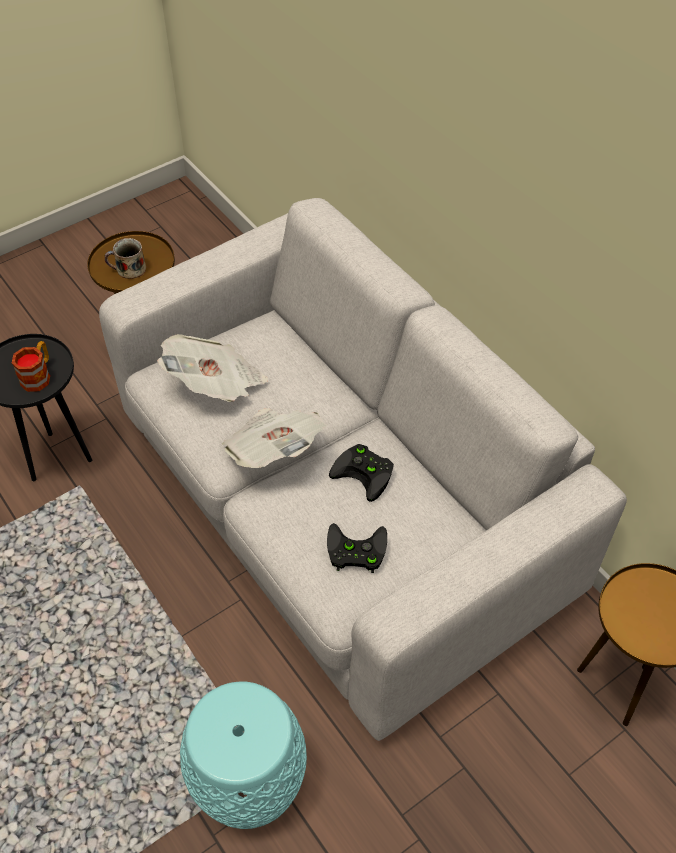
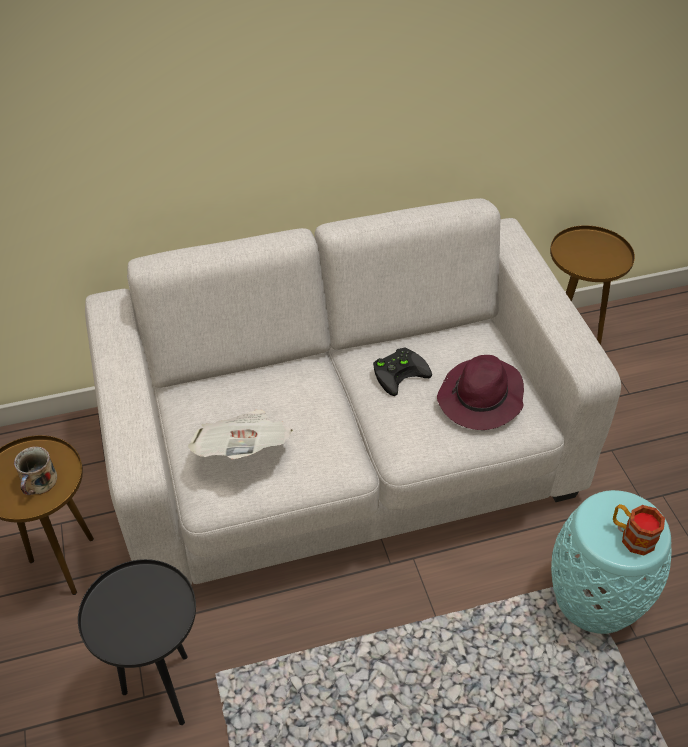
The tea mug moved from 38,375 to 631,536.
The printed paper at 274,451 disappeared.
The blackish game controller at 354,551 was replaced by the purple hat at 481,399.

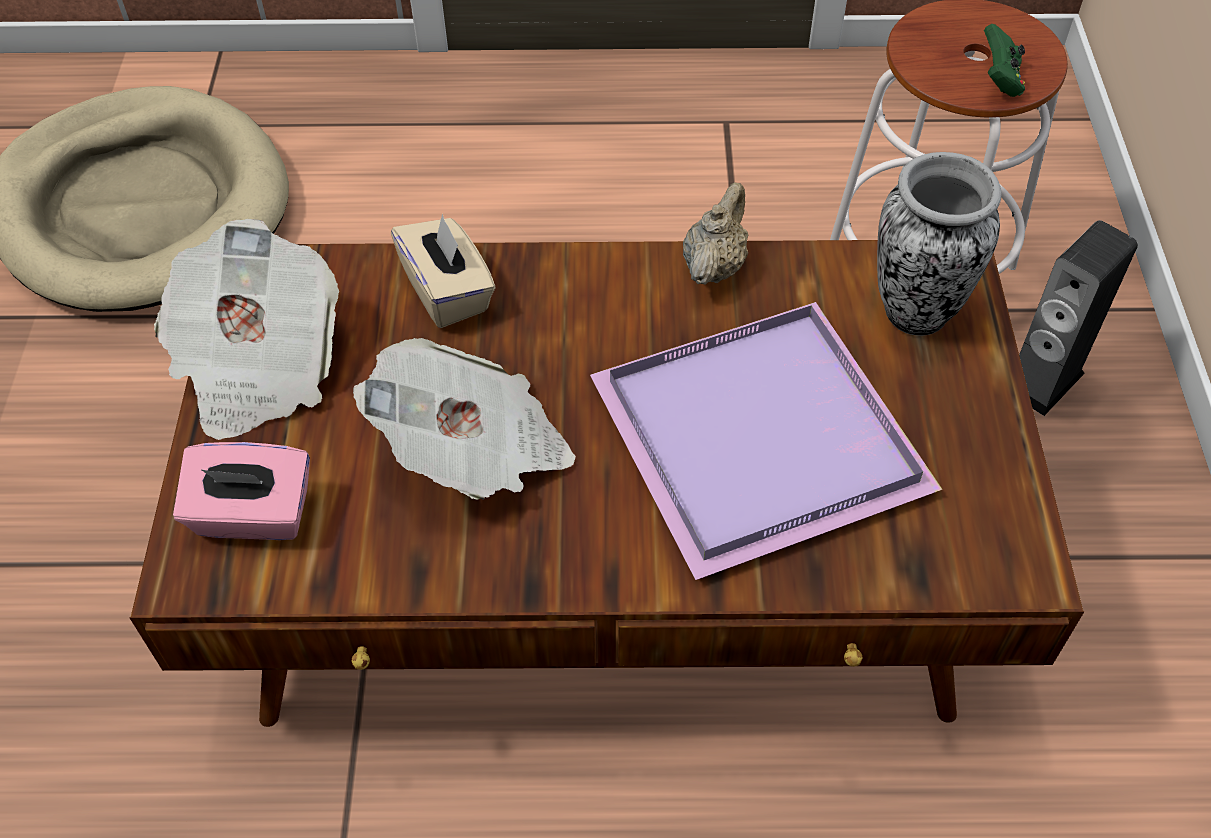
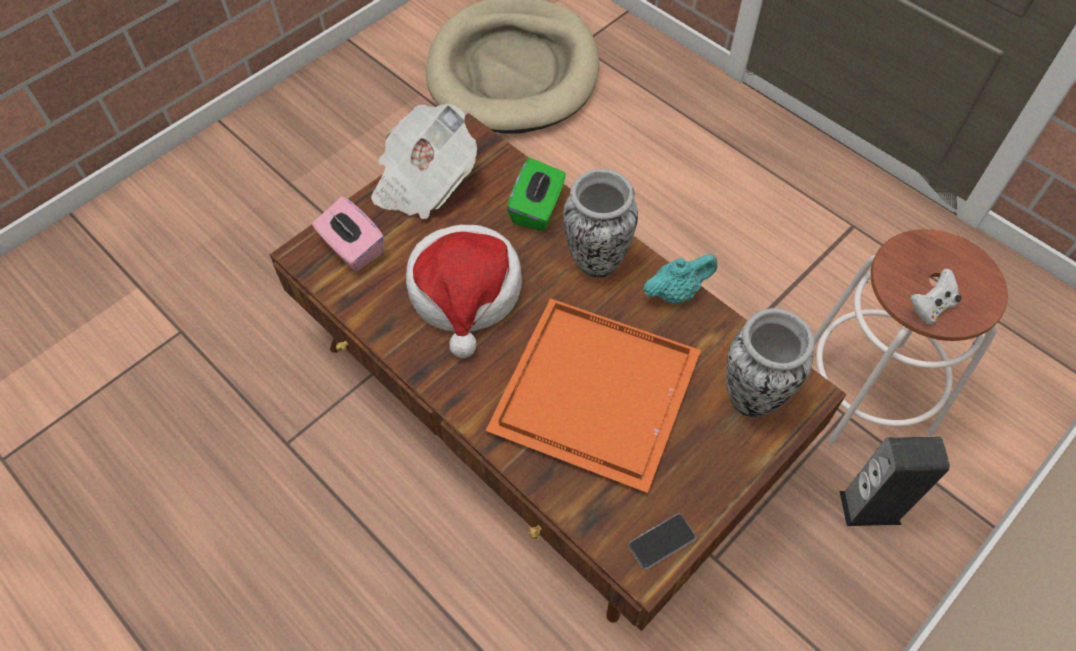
The printed paper at 474,451 was replaced by the hat at 465,293.
The beige tissue holder at 448,292 became the green-coloured tissue holder at 537,209.
The purple serving tray at 766,440 became the orangey serving tray at 597,397.
The beige teapot at 714,266 became the turquoise teapot at 676,292.
The green-coloured game controller at 999,80 became the white game controller at 930,307.
The flower vase at 597,261 appeared.
The telephone at 661,541 appeared.

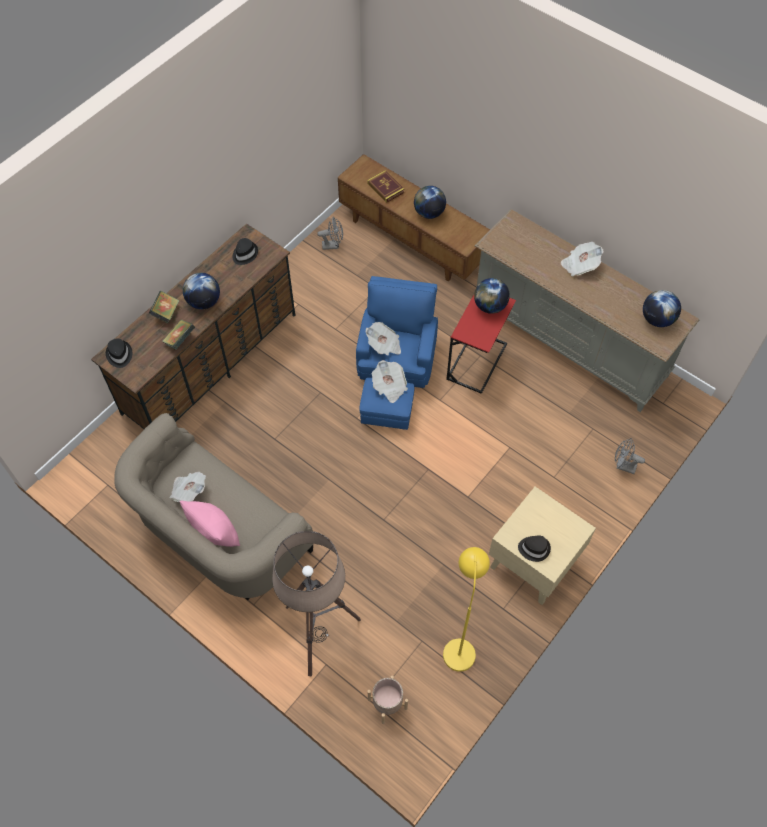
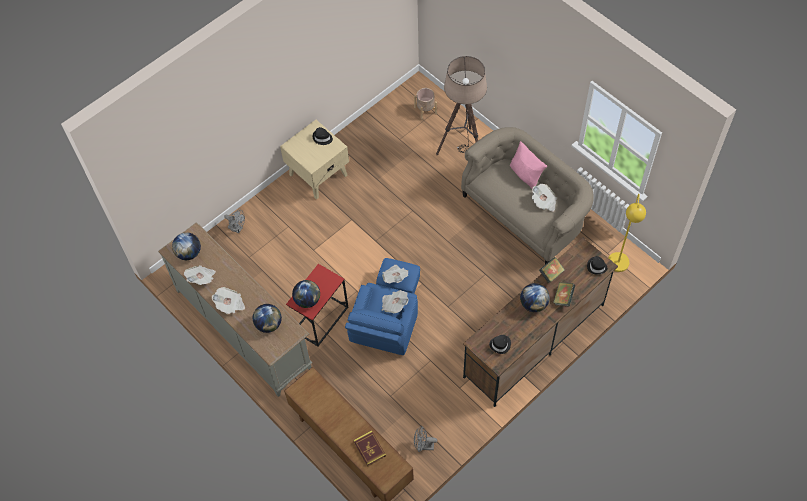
The globe moved from 429,213 to 269,324.
The yellow floor lamp moved from 459,645 to 617,268.
The printed paper at 202,278 appeared.

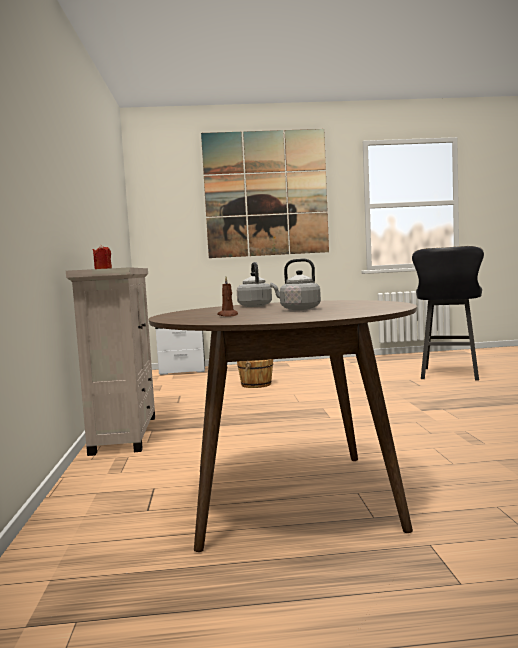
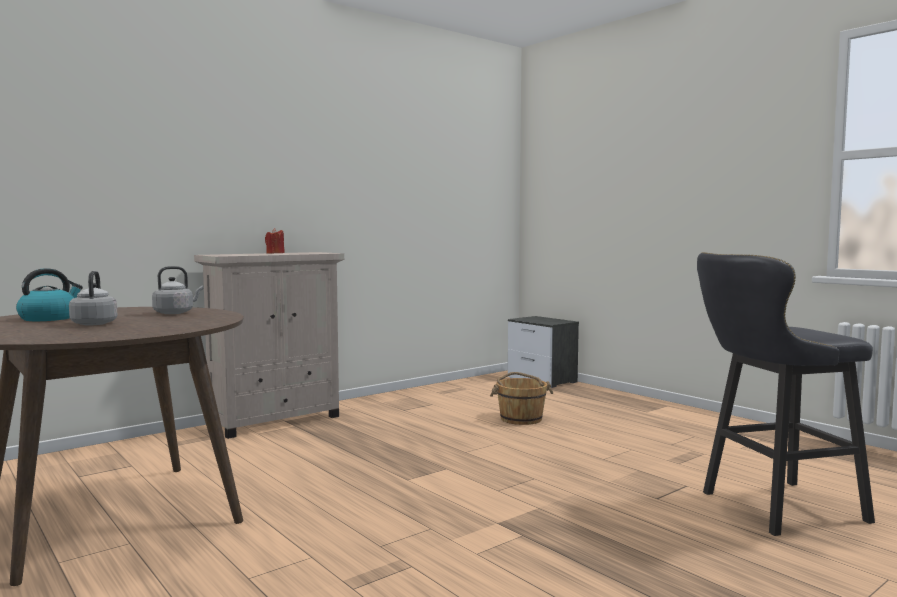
The wall art at 266,193 disappeared.
The brown-coloured candle at 228,315 was replaced by the tea kettle at 49,318.

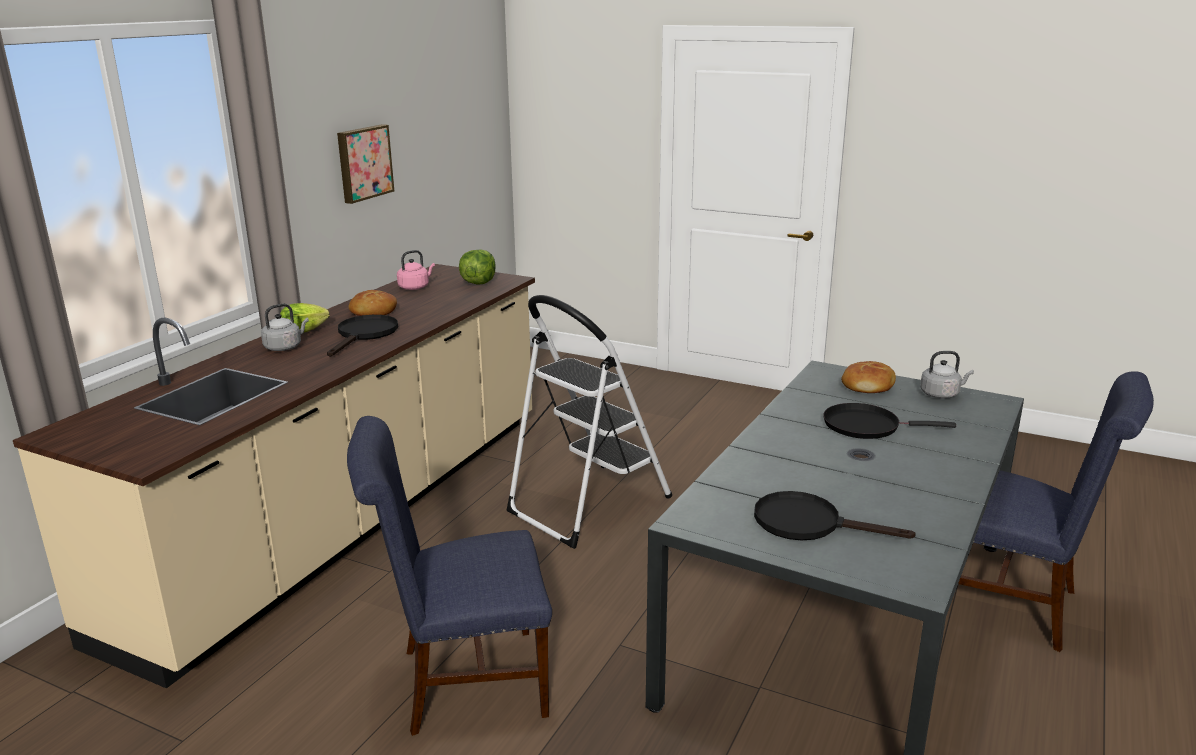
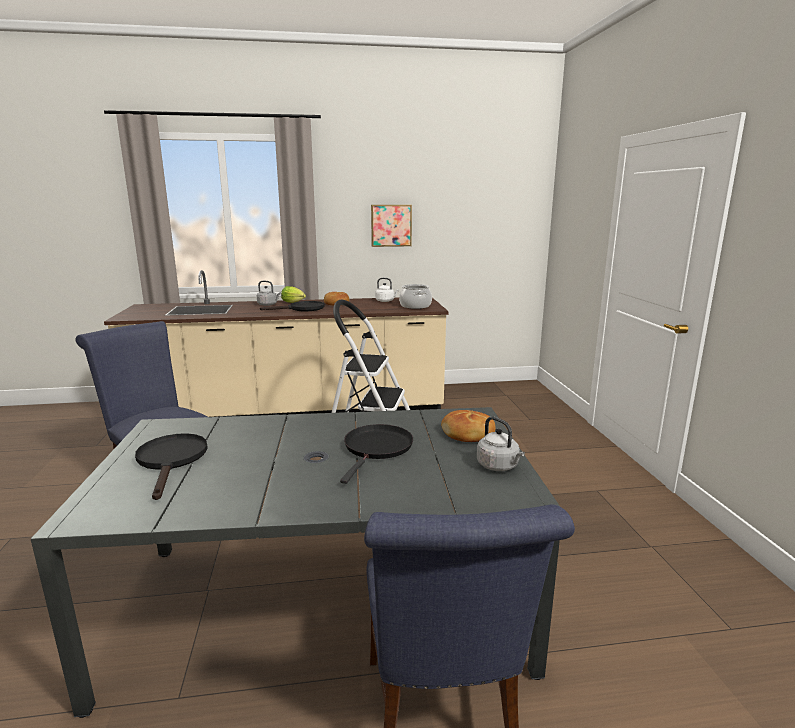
The pink tea kettle at 415,287 became the white tea kettle at 386,301.
The lettuce head at 478,283 was replaced by the stockpot at 415,306.
The blackish frying pan at 866,426 turned 45 degrees clockwise.

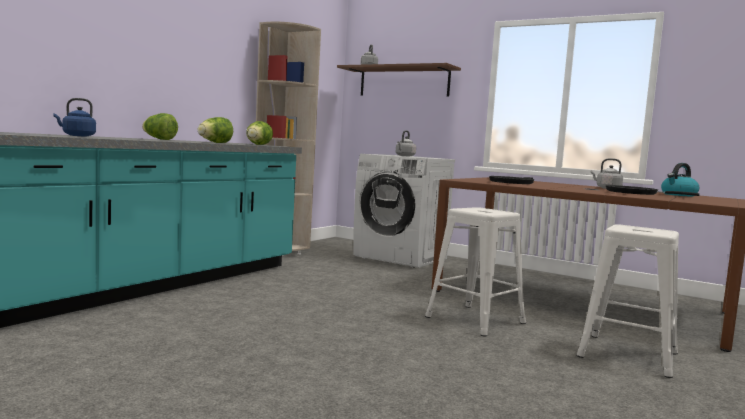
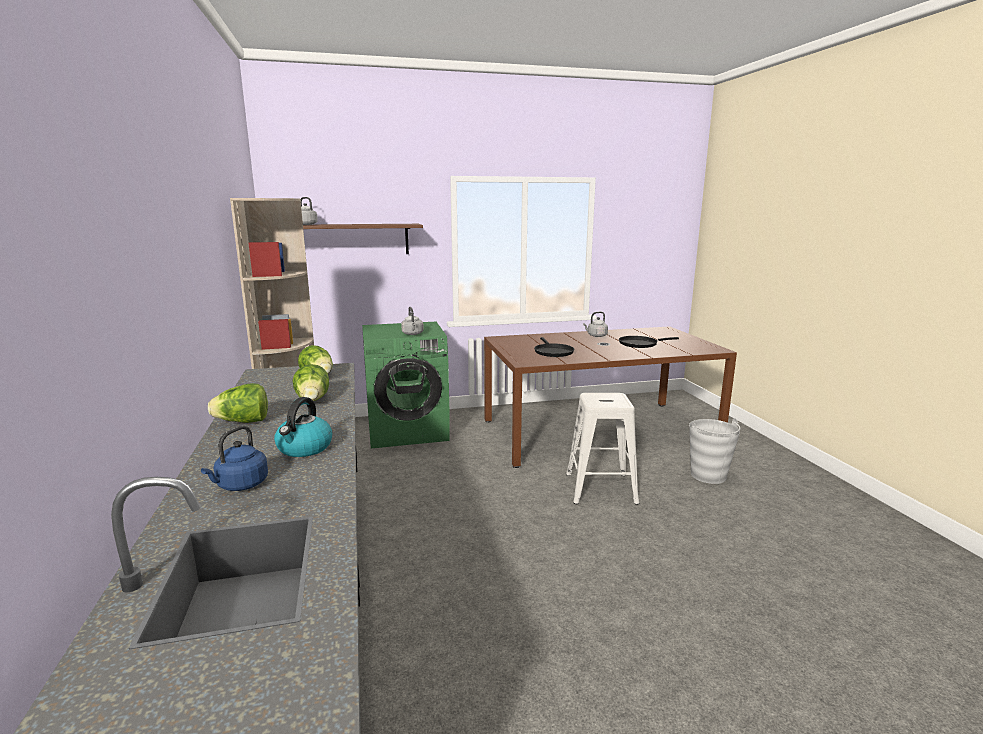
The white laundry machine at 400,259 became the green-coloured laundry machine at 408,434.
The white stool seat at 627,355 was replaced by the greyish pail at 708,476.
The tea kettle moved from 678,195 to 304,448.

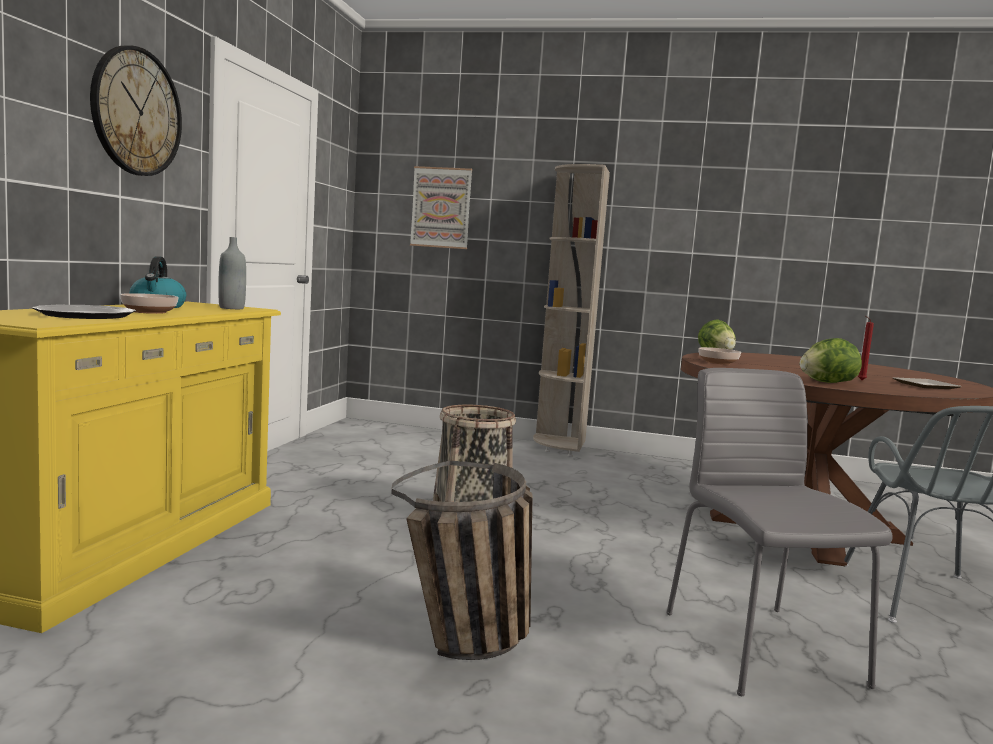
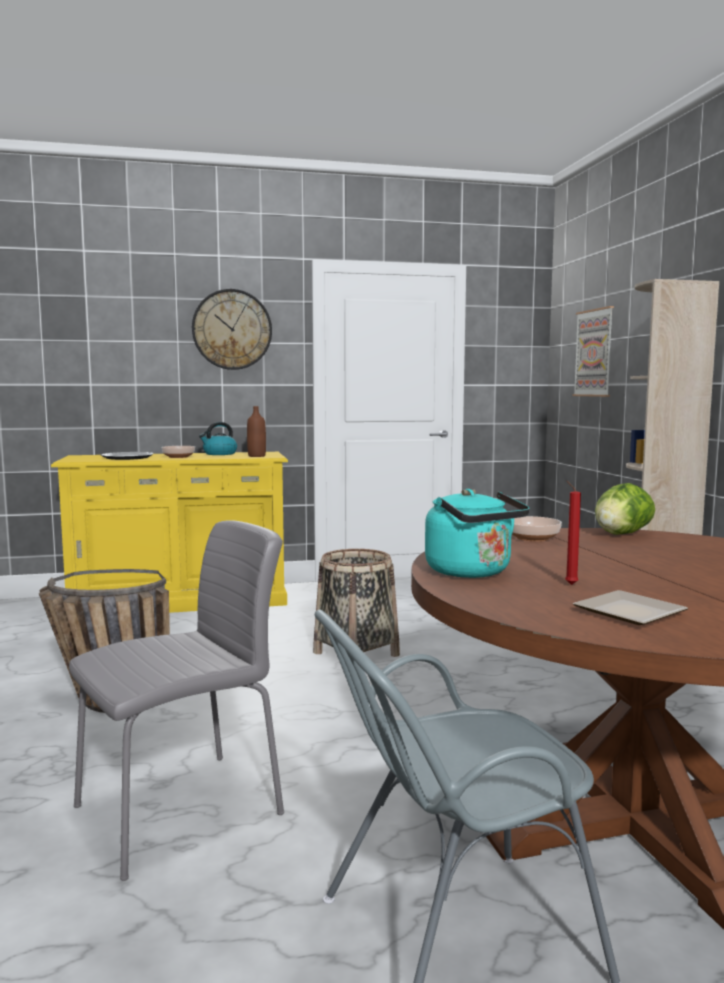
The greyish drink bottle at 231,308 became the brown-coloured drink bottle at 256,456.
The lettuce head at 827,382 was replaced by the turquoise tea kettle at 472,572.

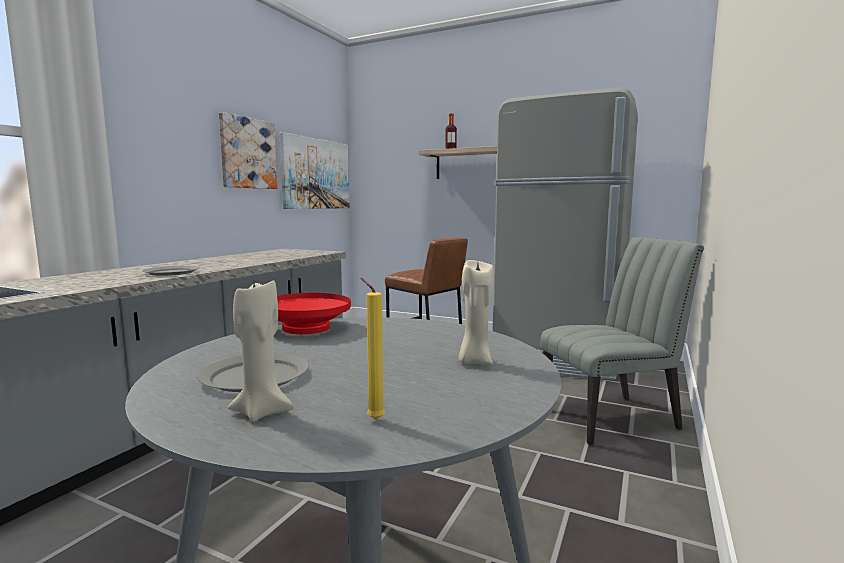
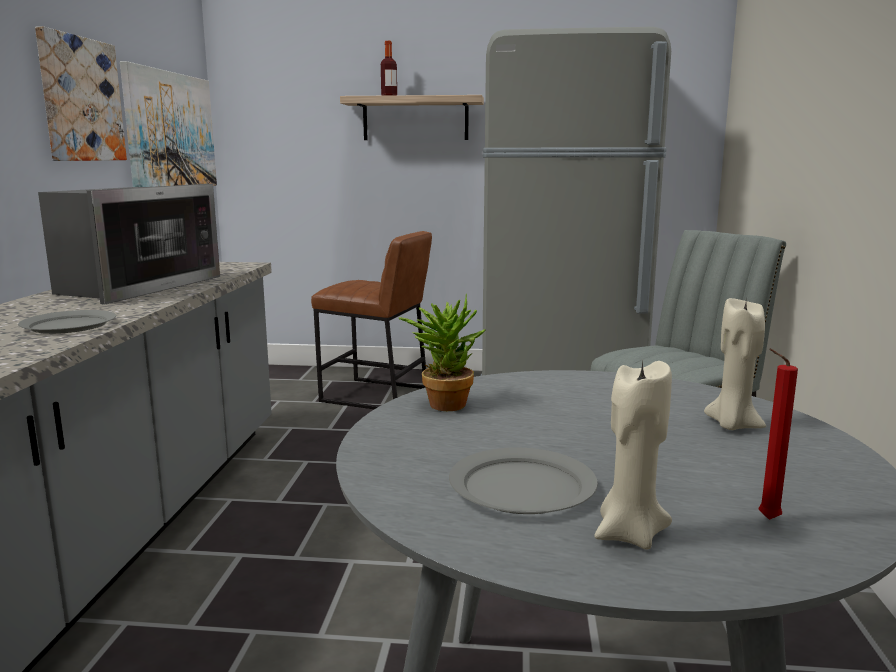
The reddish deep dish at 307,328 was replaced by the potted plant at 443,403.
The yellow candle at 373,419 became the reddish candle at 765,519.
The microwave at 136,286 appeared.

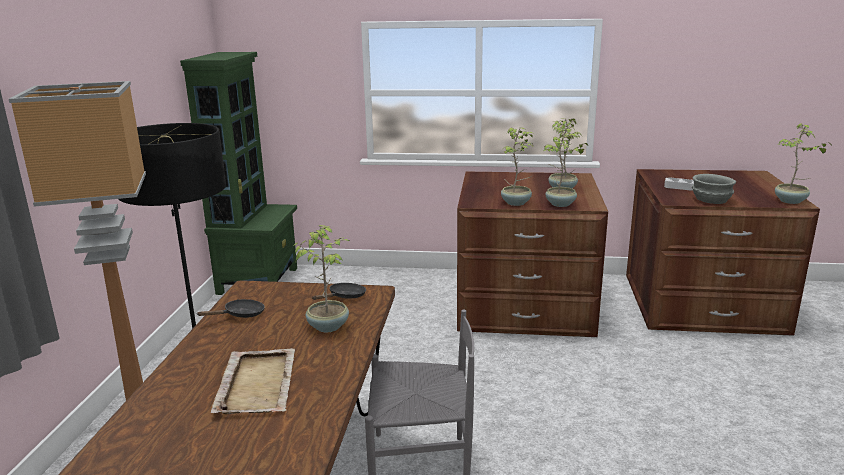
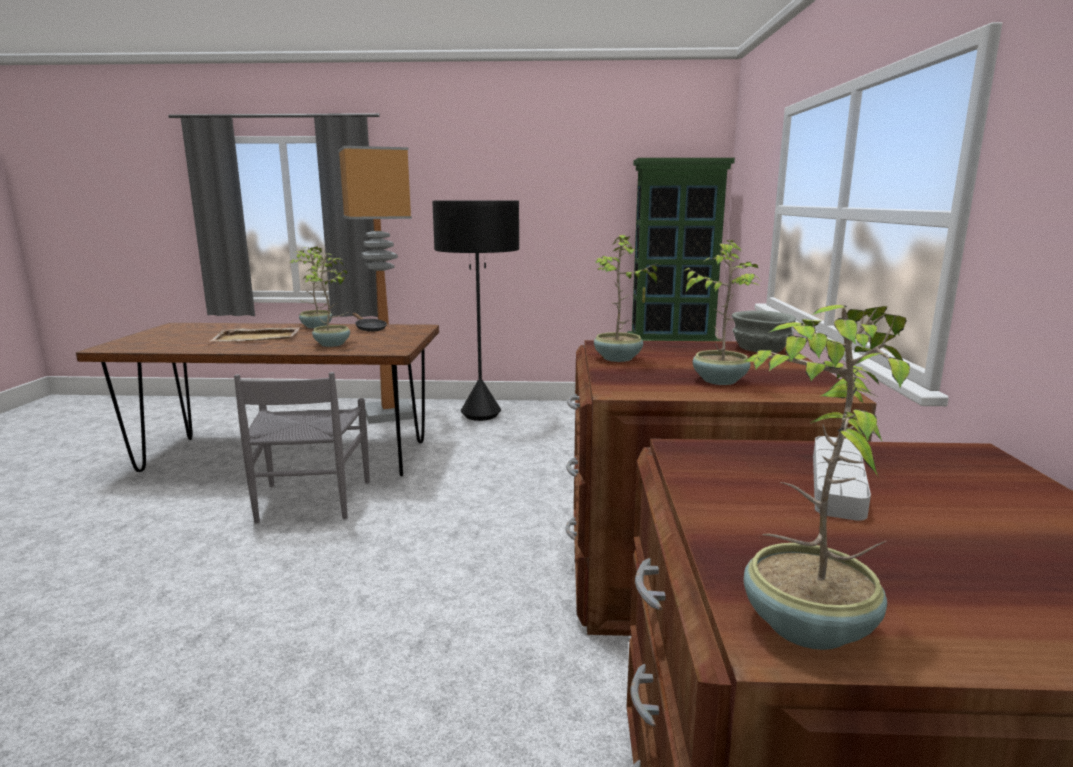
The blackish frying pan at 344,297 disappeared.
The potted plant moved from 561,204 to 315,327.
The greyish deep dish moved from 710,200 to 761,348.

